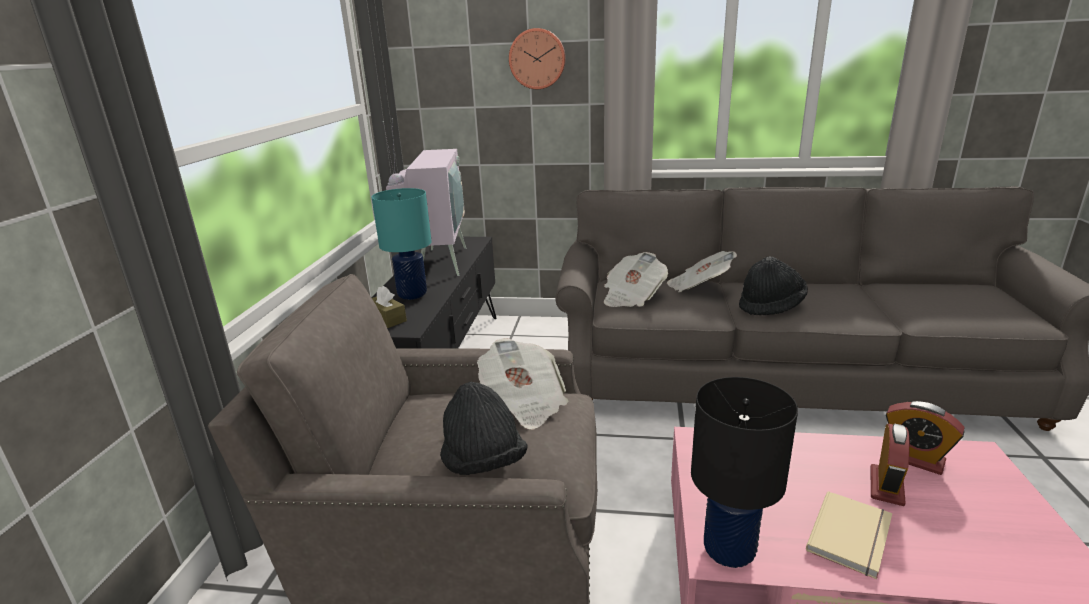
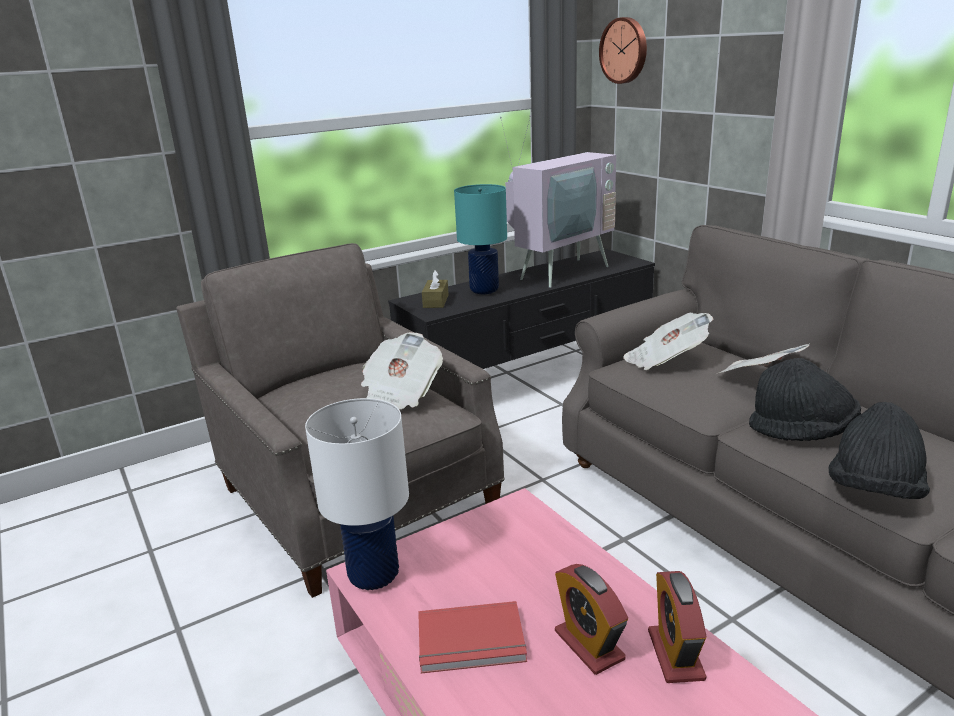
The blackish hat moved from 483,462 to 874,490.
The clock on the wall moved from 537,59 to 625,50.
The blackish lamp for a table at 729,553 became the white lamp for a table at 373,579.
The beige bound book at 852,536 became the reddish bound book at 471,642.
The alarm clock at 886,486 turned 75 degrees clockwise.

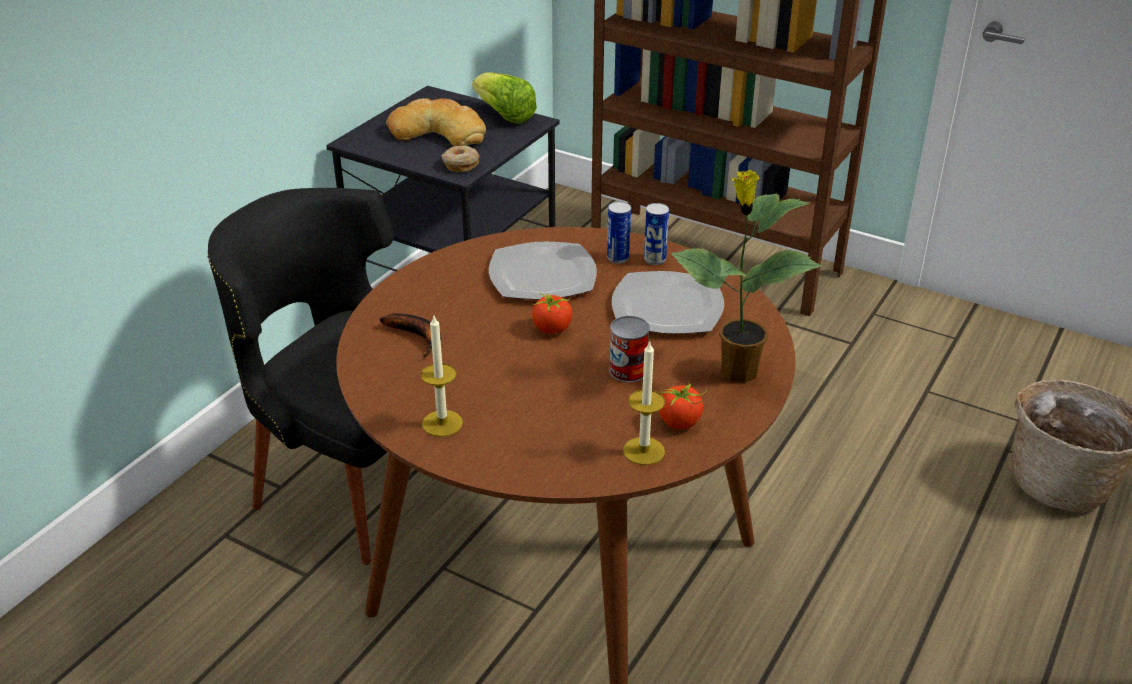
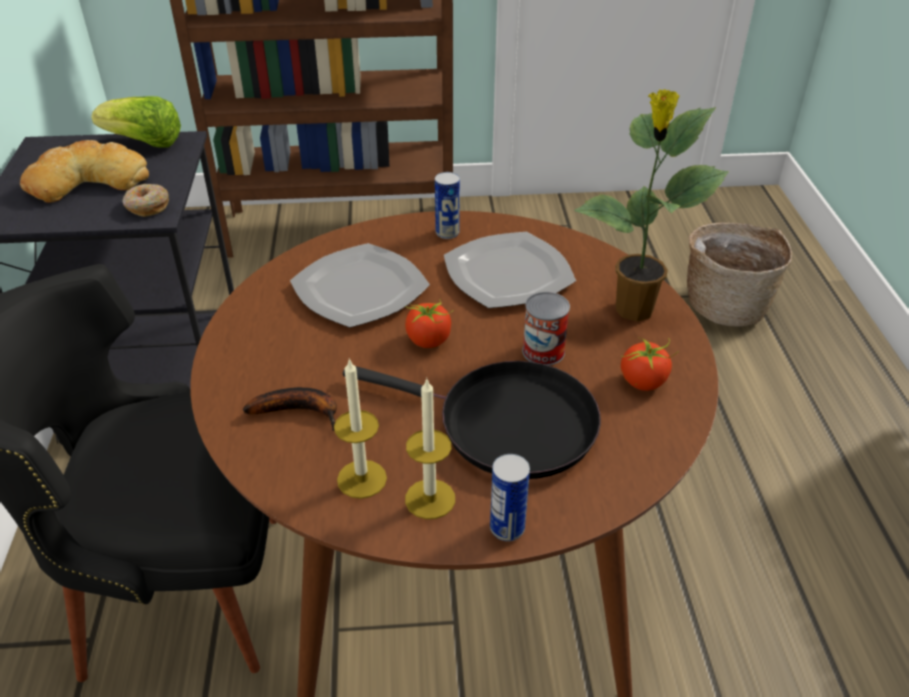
The can moved from 618,258 to 507,528.
The candle moved from 644,451 to 362,479.
The blackish frying pan at 507,424 appeared.

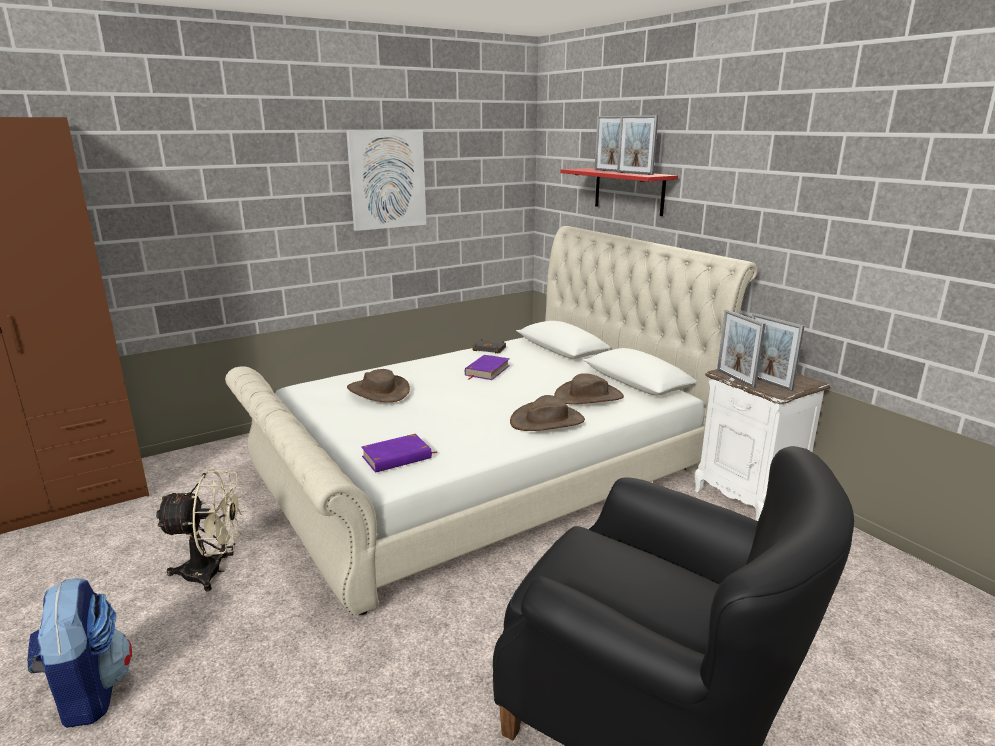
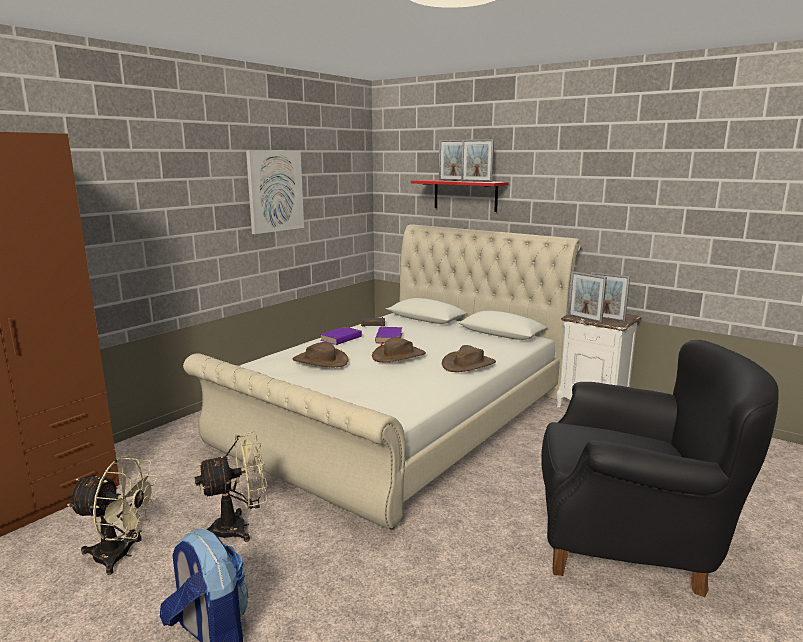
The purple bound book moved from 397,457 to 341,338.
The brown-coloured hat moved from 588,397 to 399,356.
The beige cooling fan at 121,555 appeared.

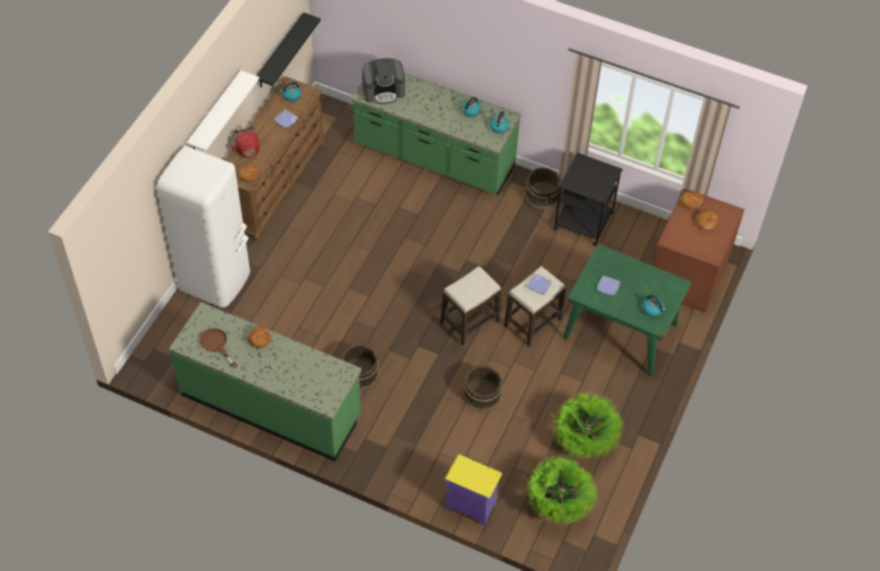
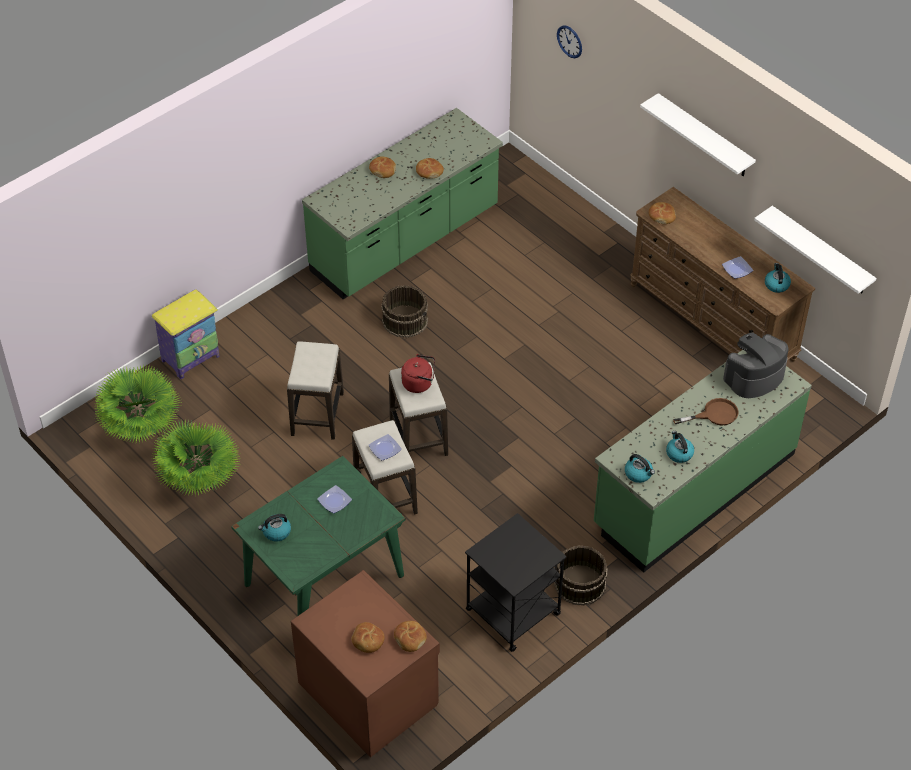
The white refrigerator at 217,280 disappeared.
The brown-coloured frying pan moved from 216,345 to 714,414.
The reddish tea kettle moved from 247,149 to 419,383.
The blackish shelf at 280,52 became the white shelf at 821,251.
The coffee maker at 383,90 turned 45 degrees clockwise.
The brown-coloured pail at 481,393 was replaced by the stool seat at 317,414.
The baked bread at 383,170 appeared.
The clock on the wall at 569,41 appeared.

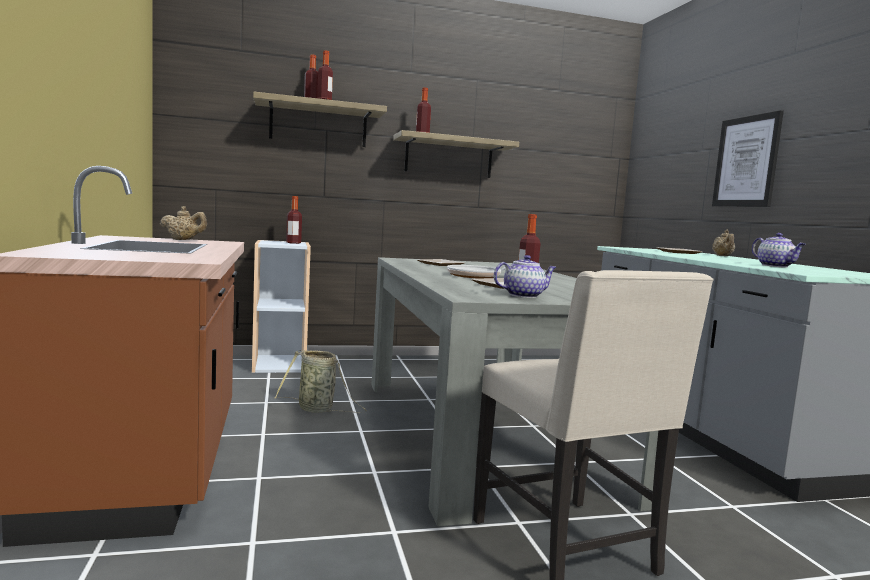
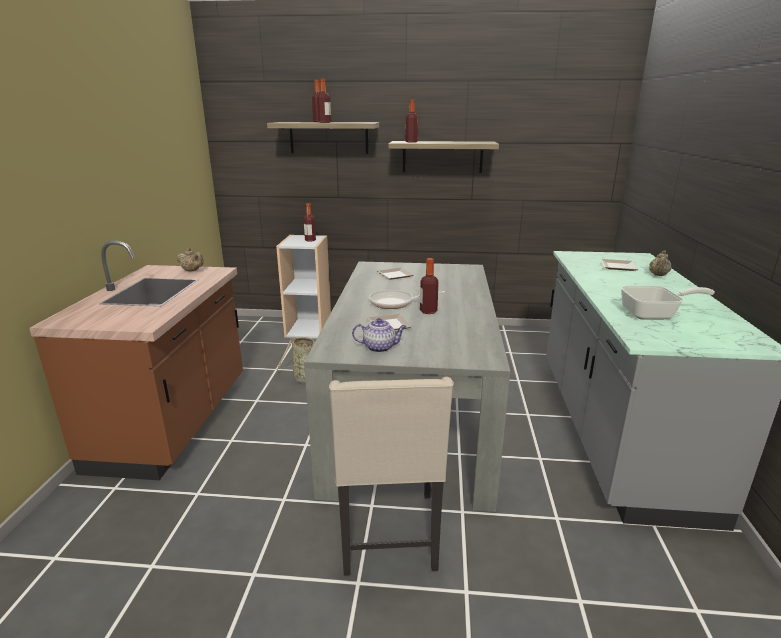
The wall art at 746,161 disappeared.
The teapot at 775,266 was replaced by the frying pan at 654,314.

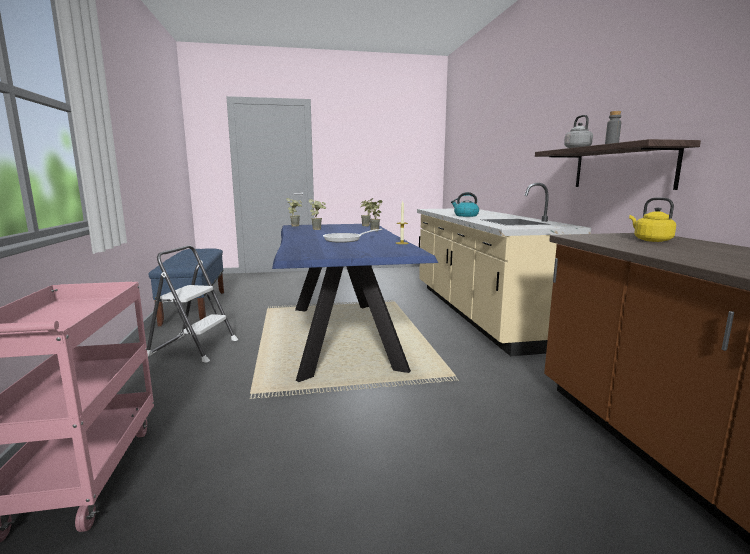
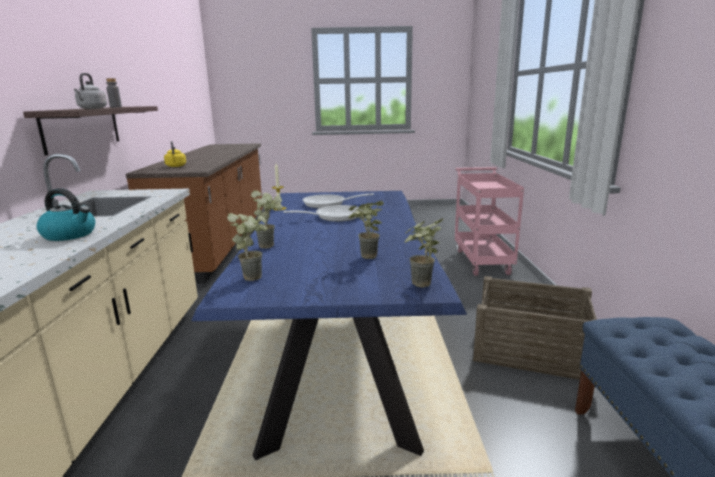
The white step ladder at 191,347 was replaced by the packing crate at 531,349.
The frying pan at 328,204 appeared.

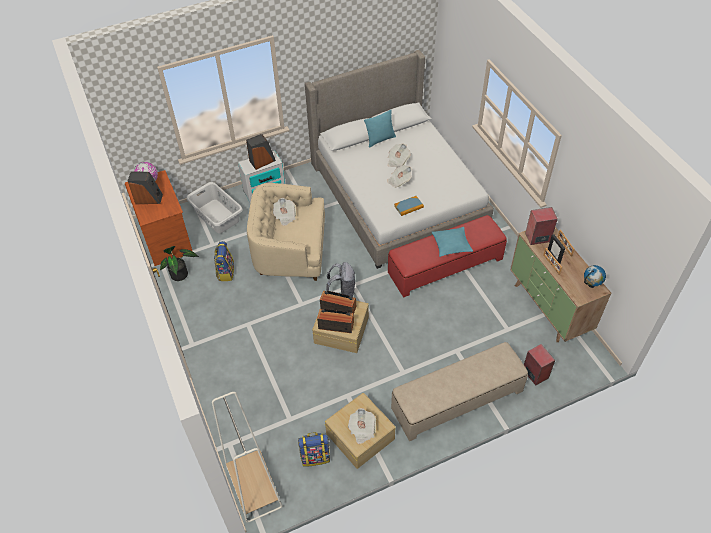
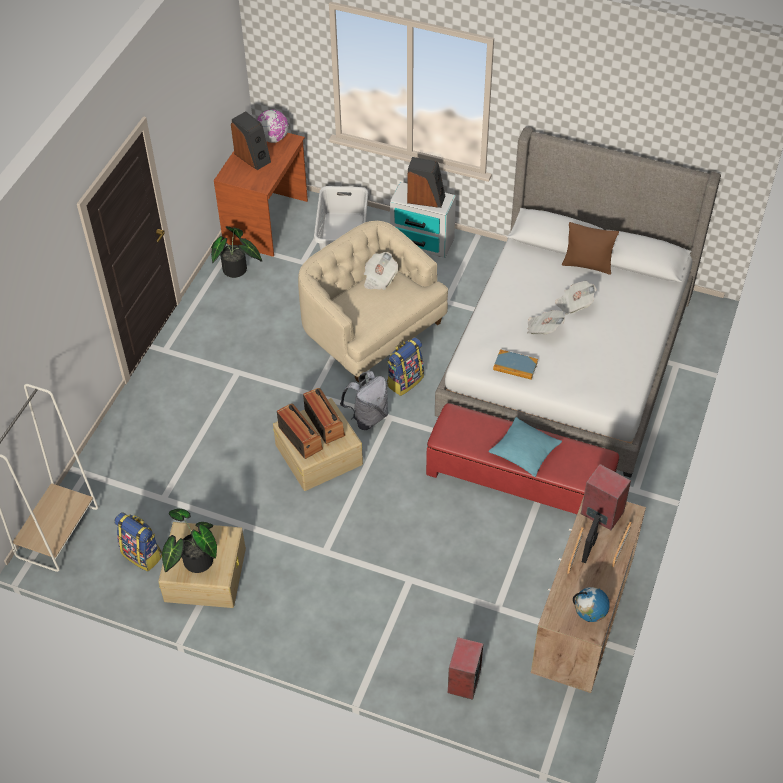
The knapsack moved from 225,272 to 404,381.
The printed paper at 362,430 was replaced by the potted plant at 194,561.
The turquoise cushion at 380,139 became the brown-coloured cushion at 587,265.
The beige indoor bench at 457,400 disappeared.

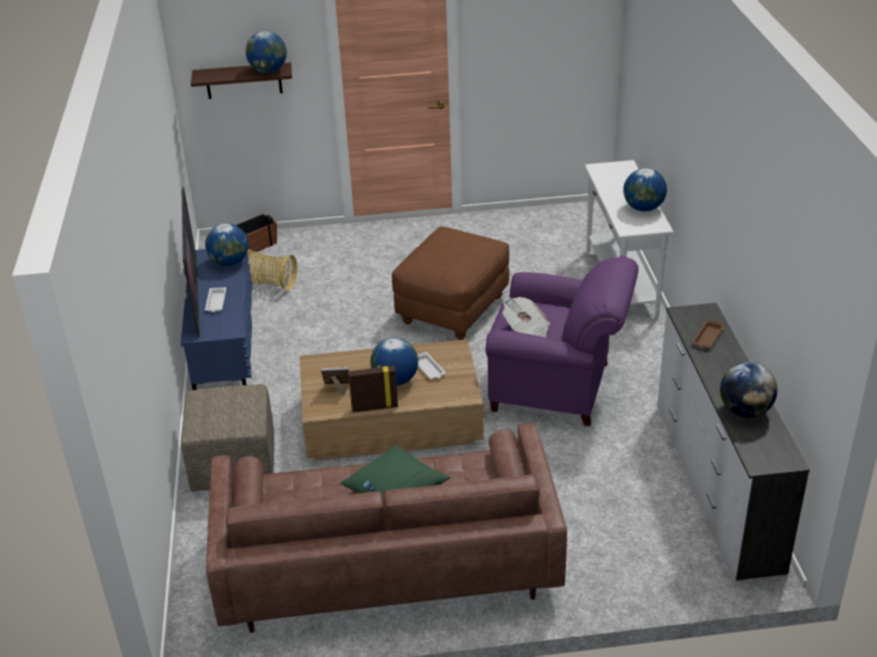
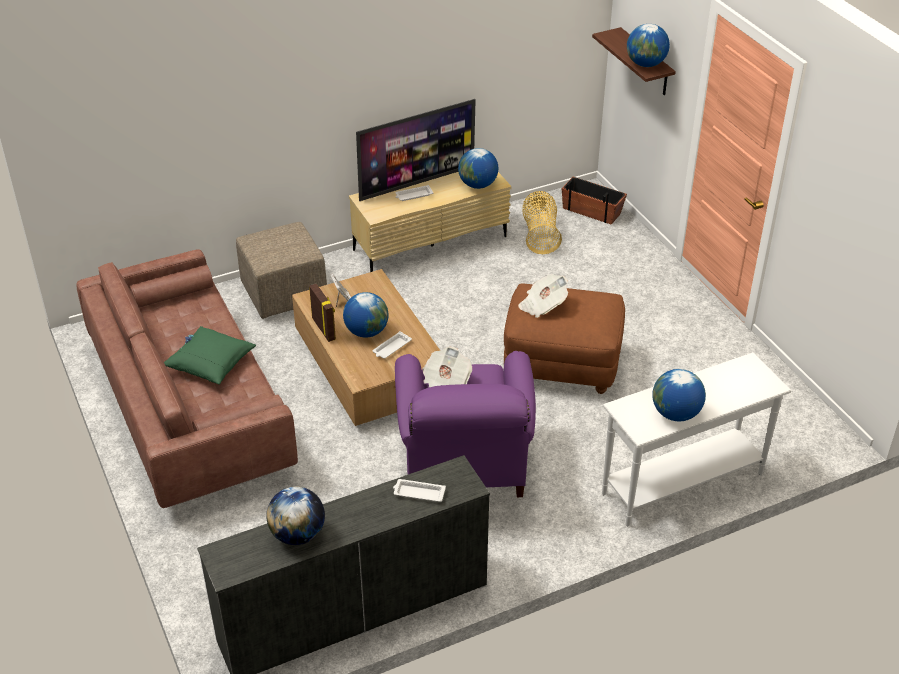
The blue tv stand at 225,349 became the beige tv stand at 431,244.
The brown-coloured serving tray at 707,337 became the white serving tray at 418,493.
The printed paper at 542,305 appeared.

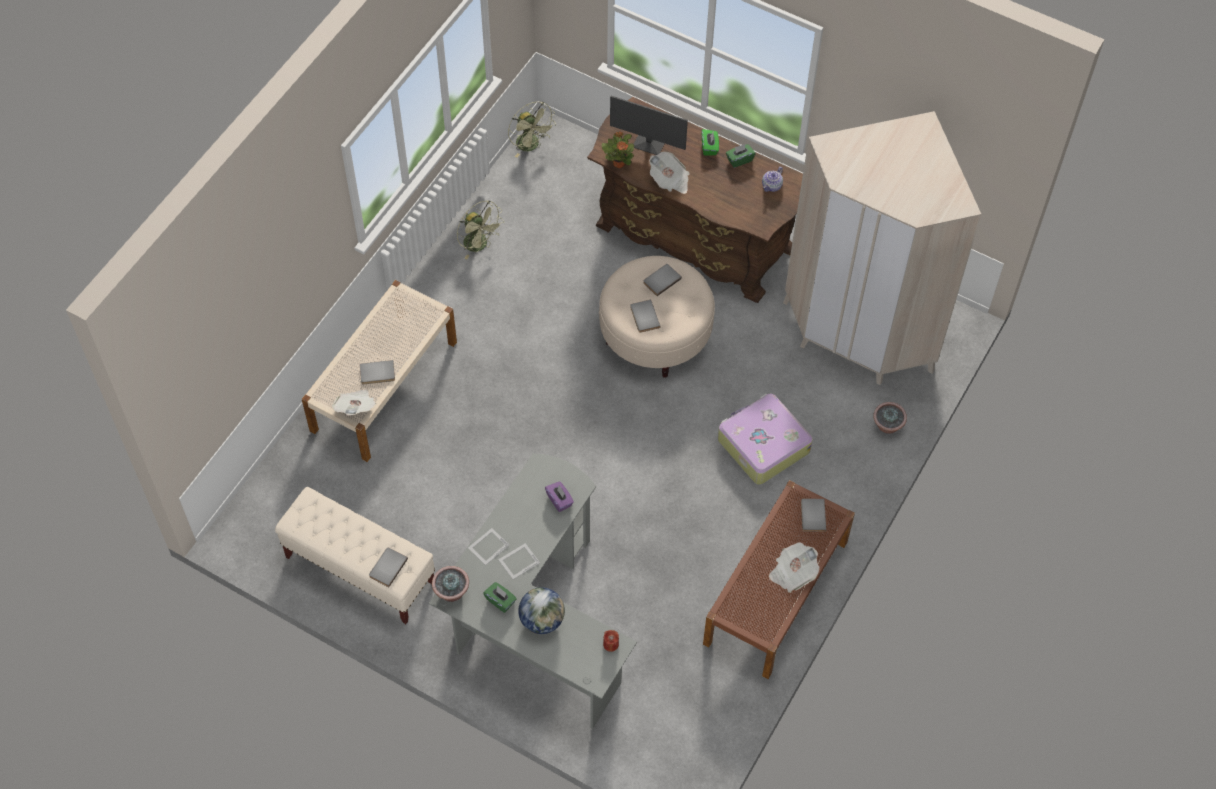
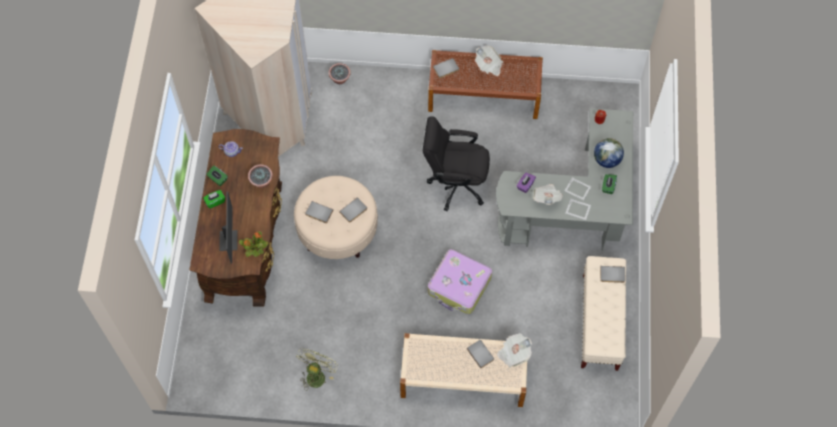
The potted plant moved from 451,592 to 261,182.
The green-coloured cooling fan at 531,146 disappeared.
The printed paper moved from 669,181 to 546,198.
The travel case moved from 762,445 to 459,286.
The blackish office chair at 455,185 appeared.

